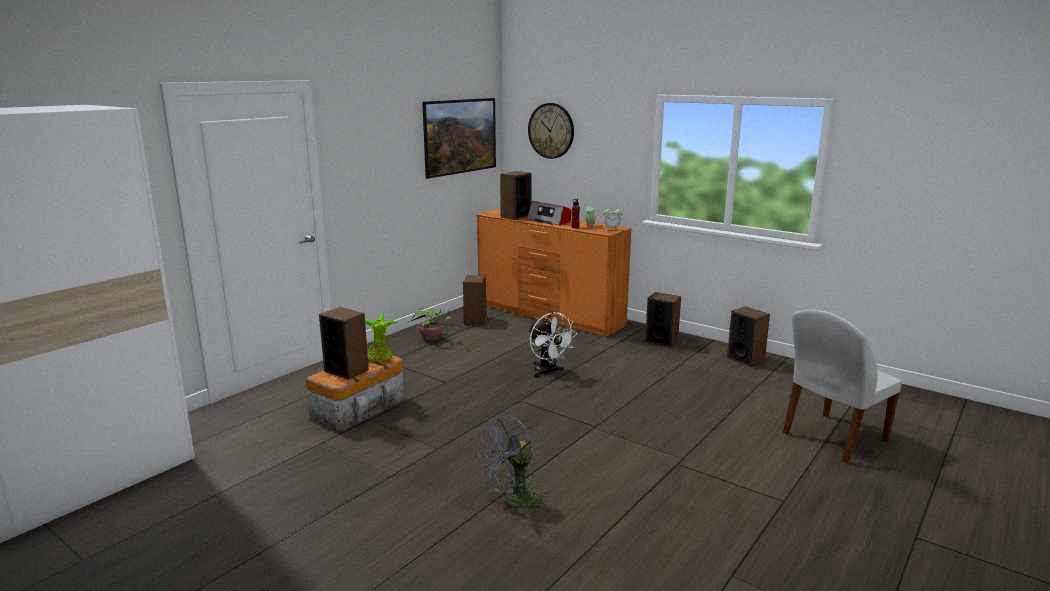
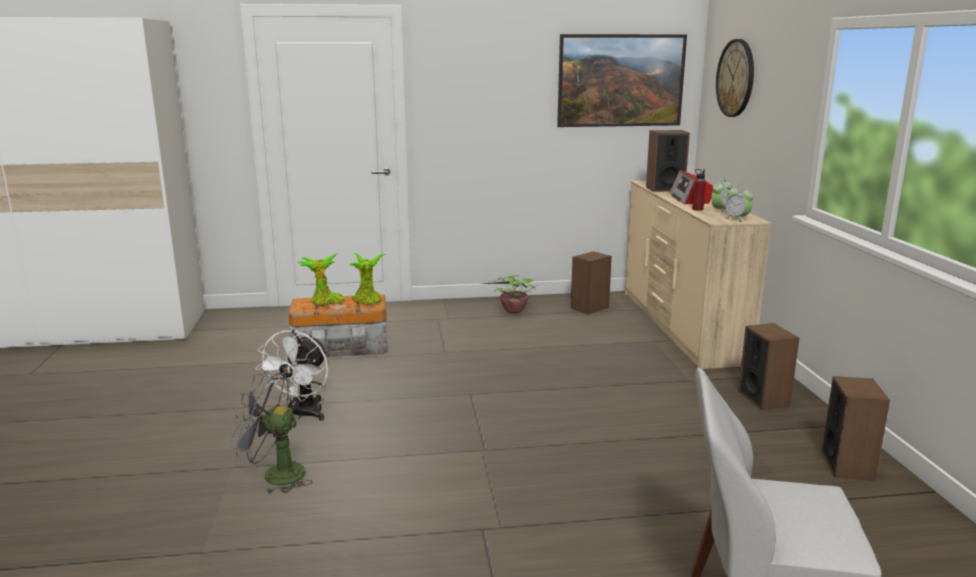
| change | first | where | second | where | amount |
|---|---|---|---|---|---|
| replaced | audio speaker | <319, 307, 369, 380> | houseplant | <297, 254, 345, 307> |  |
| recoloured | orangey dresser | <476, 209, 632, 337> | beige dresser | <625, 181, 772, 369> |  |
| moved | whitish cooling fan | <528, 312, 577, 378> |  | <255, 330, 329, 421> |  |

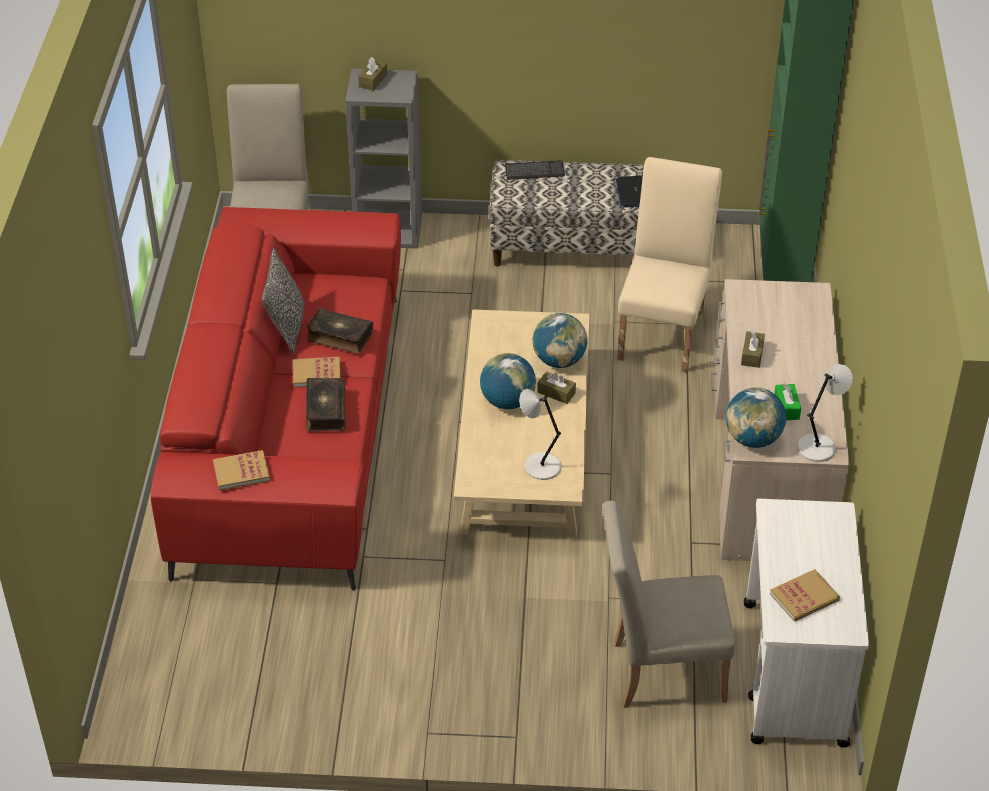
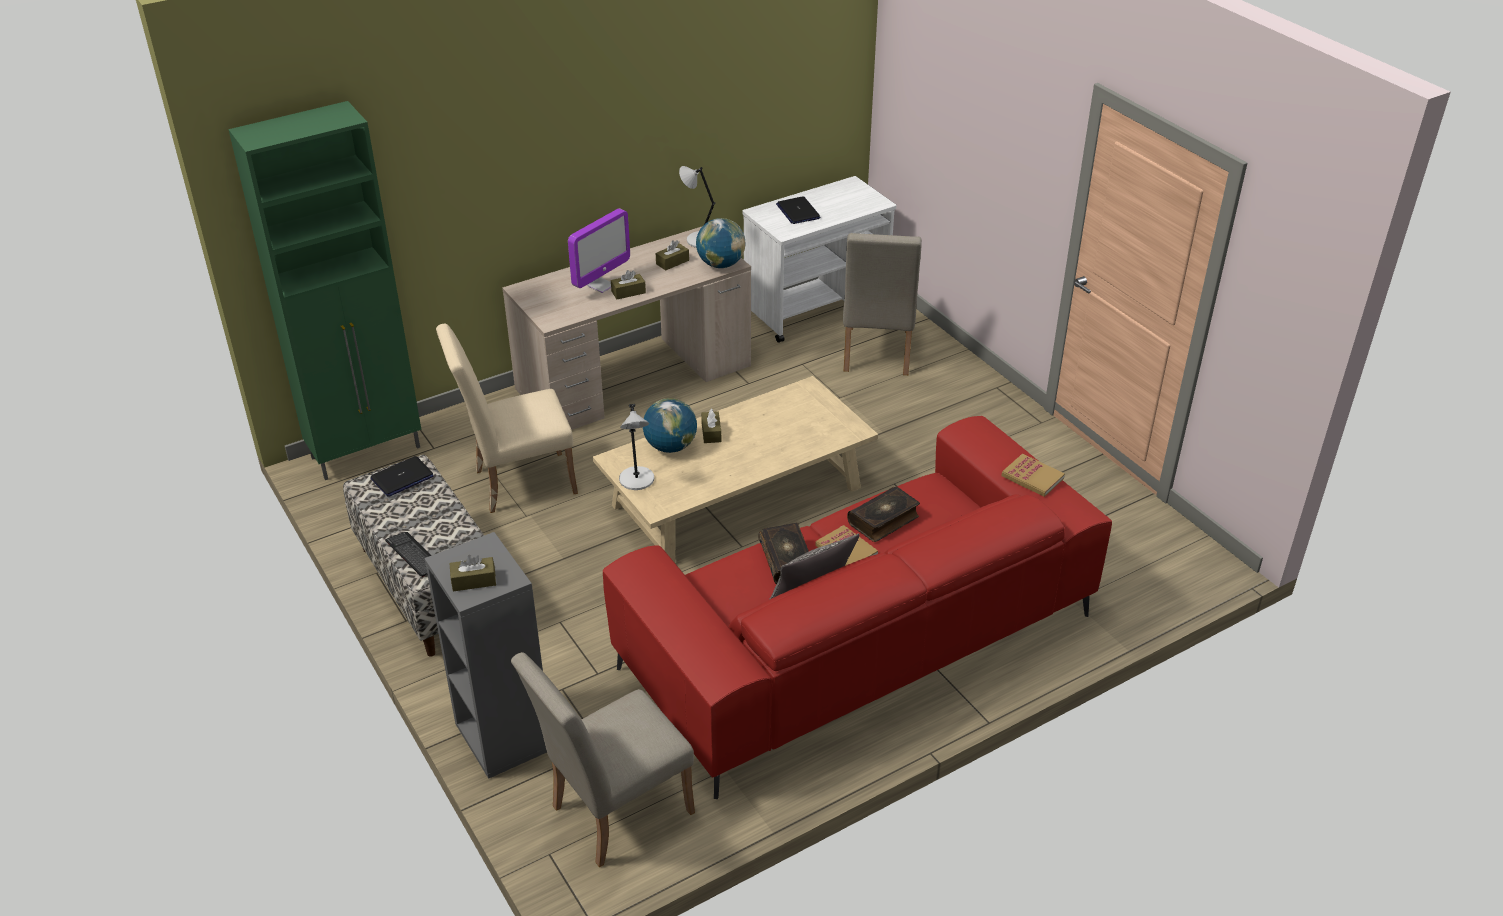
| change | first | where | second | where | amount |
|---|---|---|---|---|---|
| removed | globe | <480, 353, 536, 409> |  |  |  |
| moved | gray table lamp | <519, 389, 561, 480> |  | <619, 404, 654, 490> |  |
| turned | beige plain chair | <602, 501, 735, 708> |  | <843, 233, 922, 375> | 45 degrees clockwise |
| removed | volume | <770, 569, 840, 622> |  |  |  |
| recoloured | green-coloured box of tissues | <774, 383, 801, 420> | brown-coloured box of tissues | <656, 240, 689, 271> |  |
| added |  |  | computer screen | <568, 208, 630, 293> |  |
| added |  |  | notebook computer | <776, 196, 820, 224> |  |

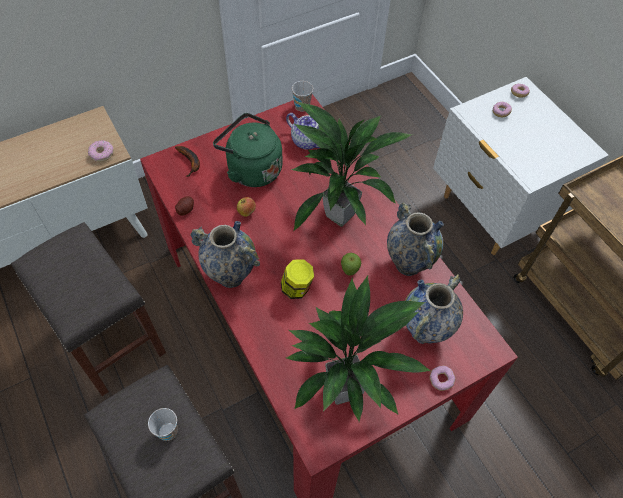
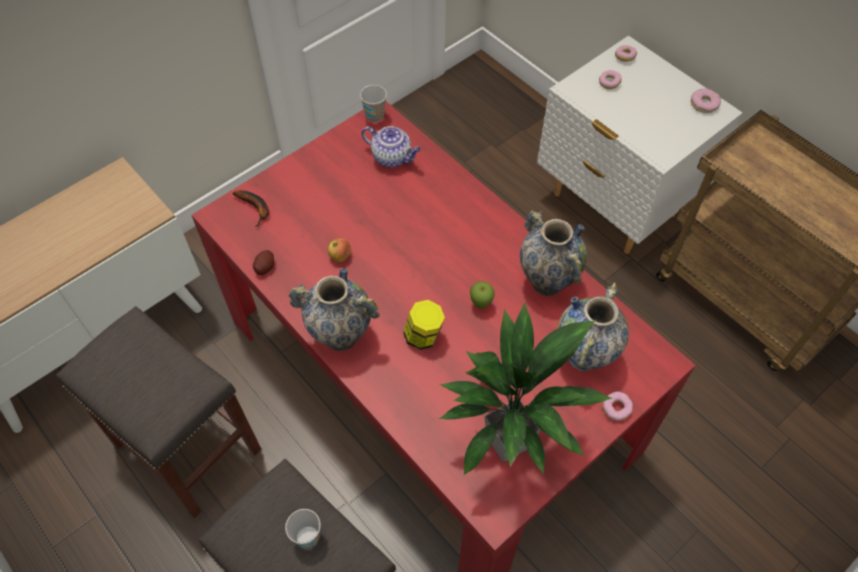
| change | first | where | second | where | amount |
|---|---|---|---|---|---|
| moved | doughnut | <88, 140, 114, 162> |  | <691, 89, 721, 113> |  |
| removed | green-coloured kettle | <213, 113, 283, 187> |  |  |  |
| removed | houseplant | <290, 102, 412, 231> |  |  |  |

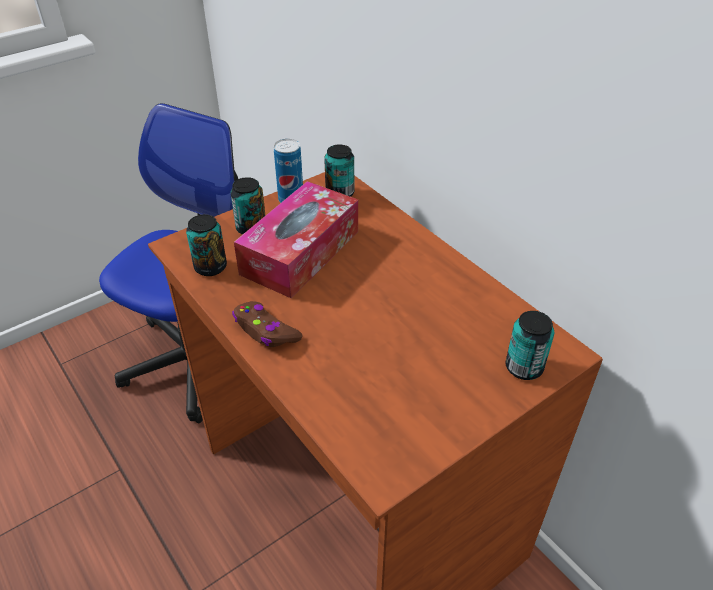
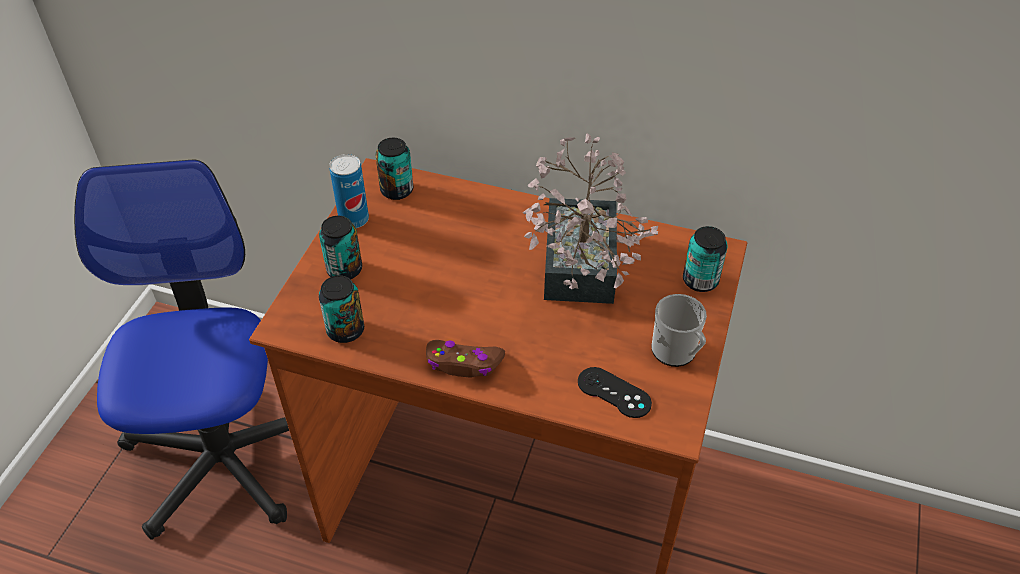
| change | first | where | second | where | amount |
|---|---|---|---|---|---|
| removed | box of tissues | <234, 181, 358, 298> |  |  |  |
| added |  |  | houseplant | <523, 133, 658, 304> |  |
| added |  |  | blackish joypad | <578, 367, 652, 418> |  |
| added |  |  | coffee mug | <651, 294, 707, 367> |  |

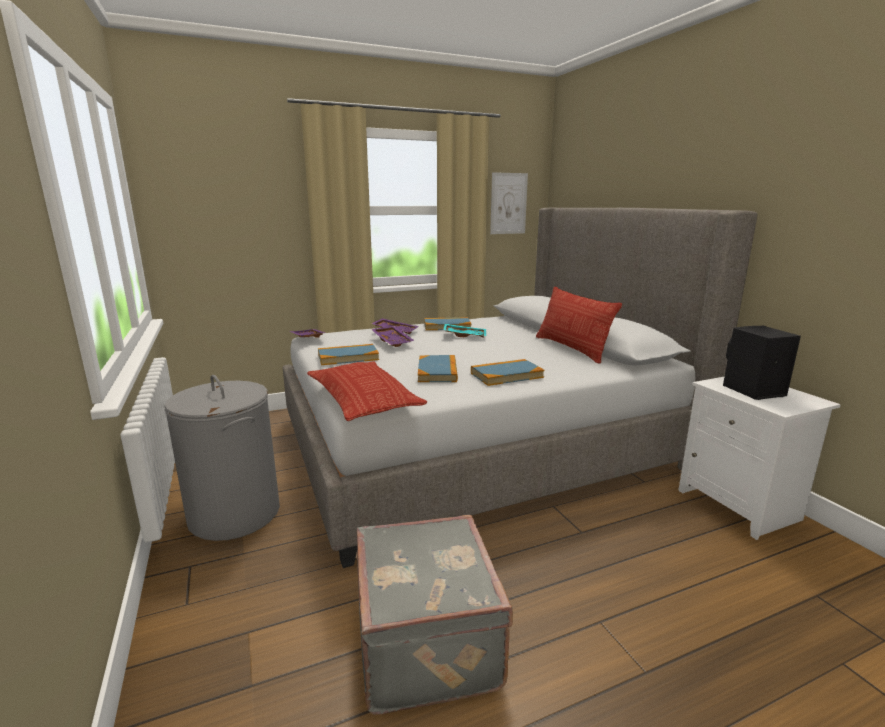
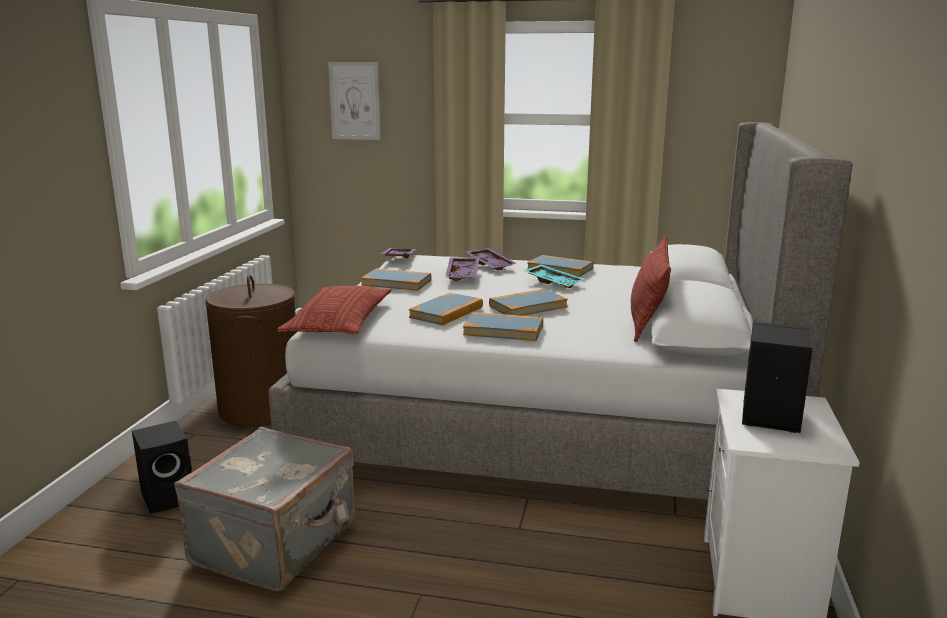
| change | first | where | second | where | amount |
|---|---|---|---|---|---|
| recoloured | gray washing basket | <164, 375, 280, 541> | brown-coloured washing basket | <205, 275, 297, 427> |  |
| moved | picture | <490, 172, 528, 234> |  | <328, 62, 381, 140> |  |
| added |  |  | blackish audio speaker | <132, 421, 192, 514> |  |
| added |  |  | volume | <489, 289, 568, 316> |  |

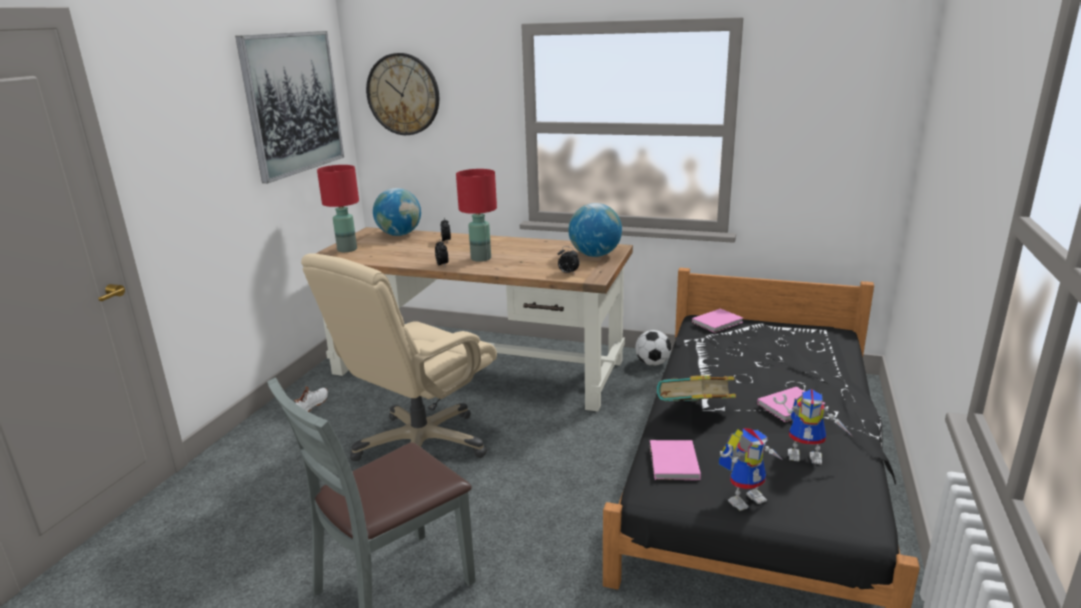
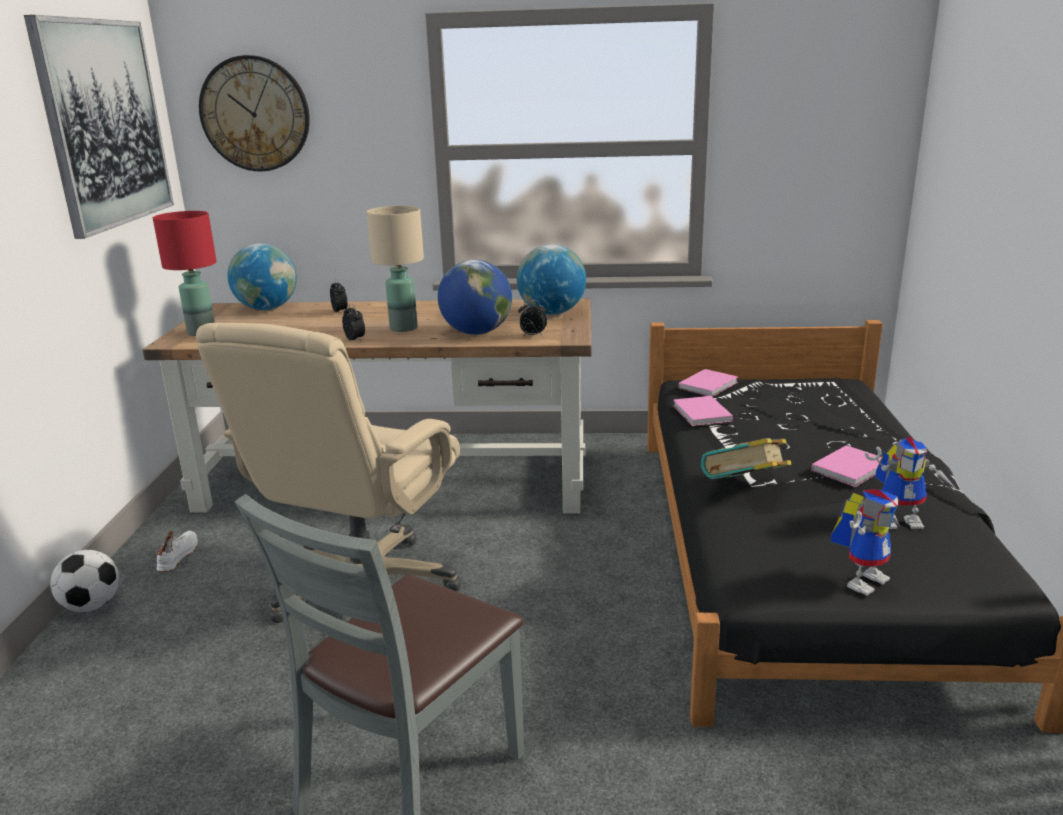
| change | first | where | second | where | amount |
|---|---|---|---|---|---|
| recoloured | red-coloured table lamp | <456, 169, 497, 262> | beige table lamp | <367, 206, 424, 332> |  |
| moved | football | <635, 330, 671, 366> |  | <50, 550, 119, 612> |  |
| moved | pink-coloured volume | <650, 440, 701, 480> |  | <673, 396, 733, 426> |  |
| added |  |  | globe | <438, 260, 512, 335> |  |

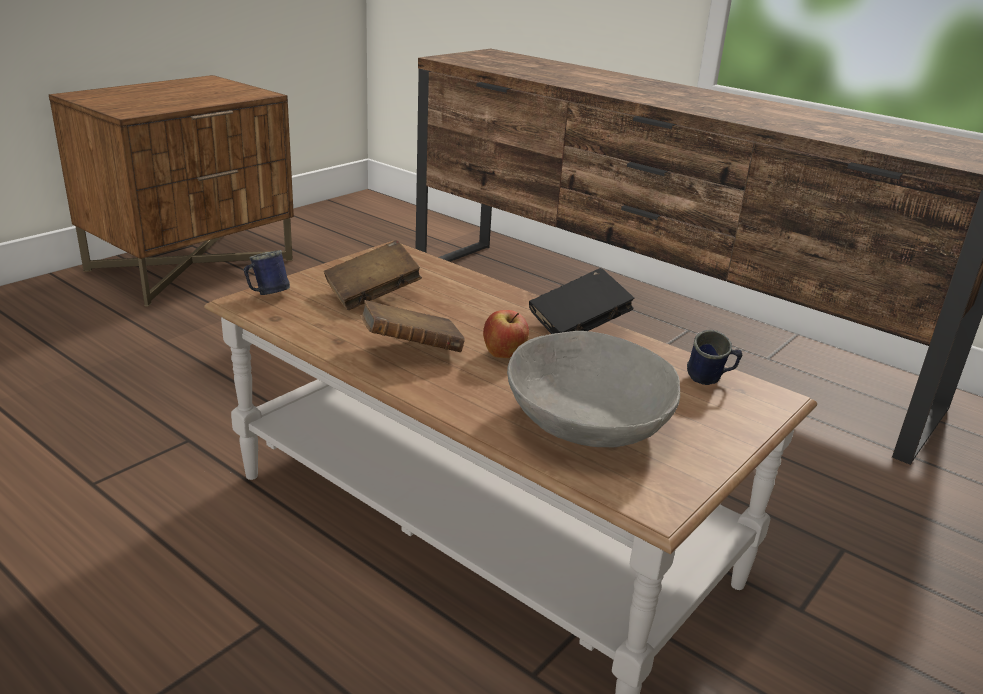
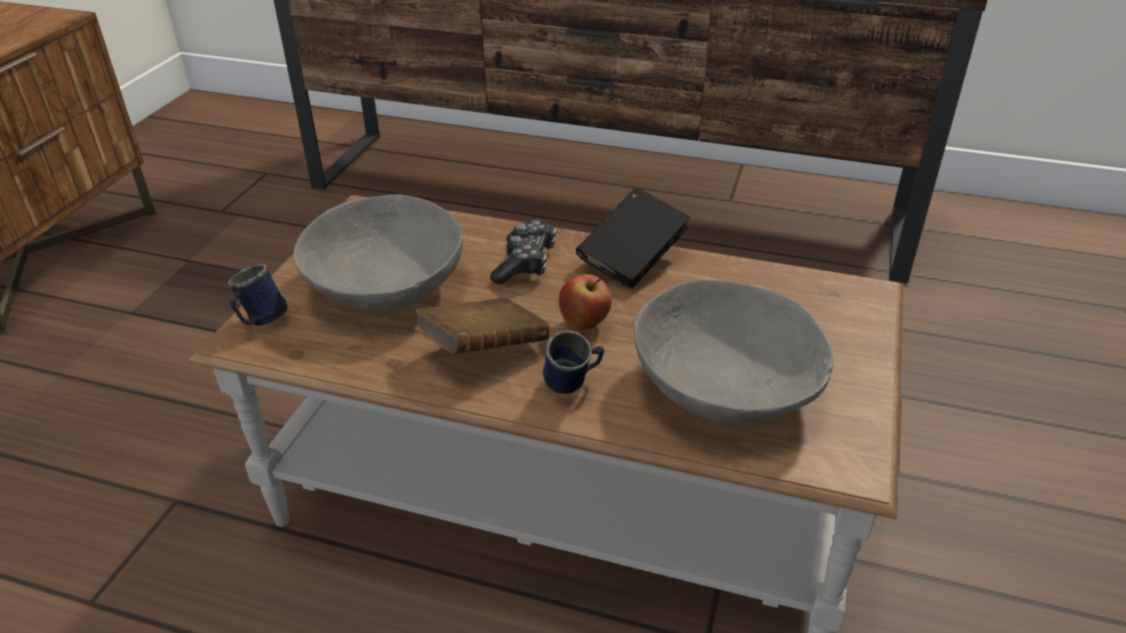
| change | first | where | second | where | amount |
|---|---|---|---|---|---|
| replaced | brown-coloured volume | <324, 240, 422, 310> | gray serving bowl | <293, 194, 463, 311> |  |
| moved | bluish coffee mug | <687, 330, 742, 385> |  | <543, 330, 604, 394> |  |
| added |  |  | joypad | <490, 219, 556, 284> |  |

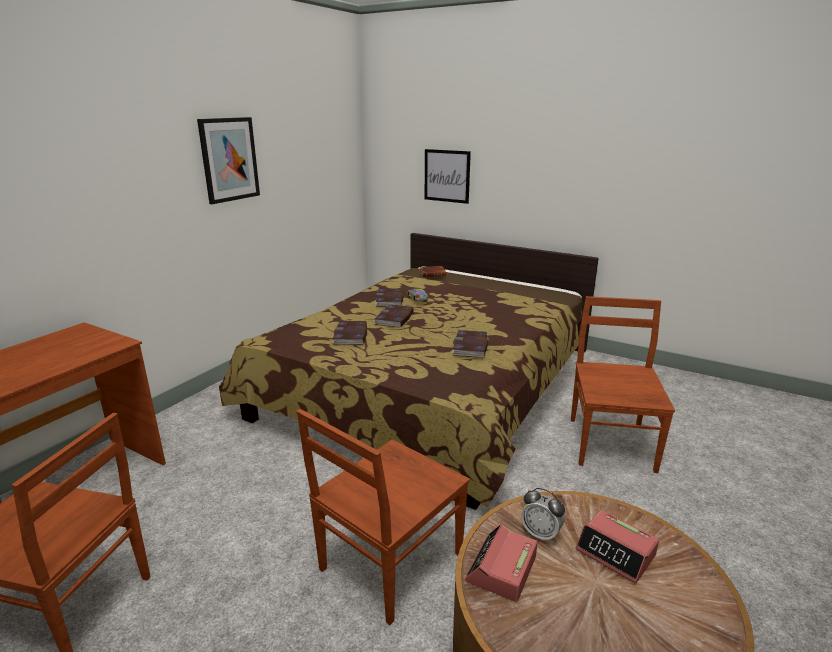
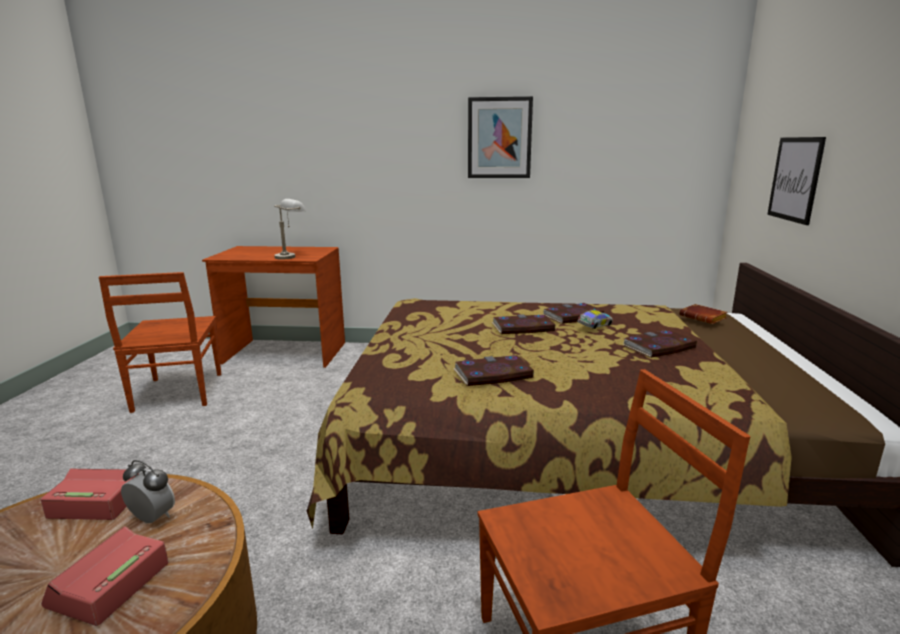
| change | first | where | second | where | amount |
|---|---|---|---|---|---|
| removed | brown-coloured plain chair | <297, 409, 470, 625> |  |  |  |
| moved | volume | <333, 321, 367, 345> |  | <623, 330, 697, 358> |  |
| turned | alarm clock | <521, 488, 565, 543> |  | <121, 460, 175, 523> | 105 degrees clockwise |
| added |  |  | gray table lamp | <274, 199, 306, 260> |  |

